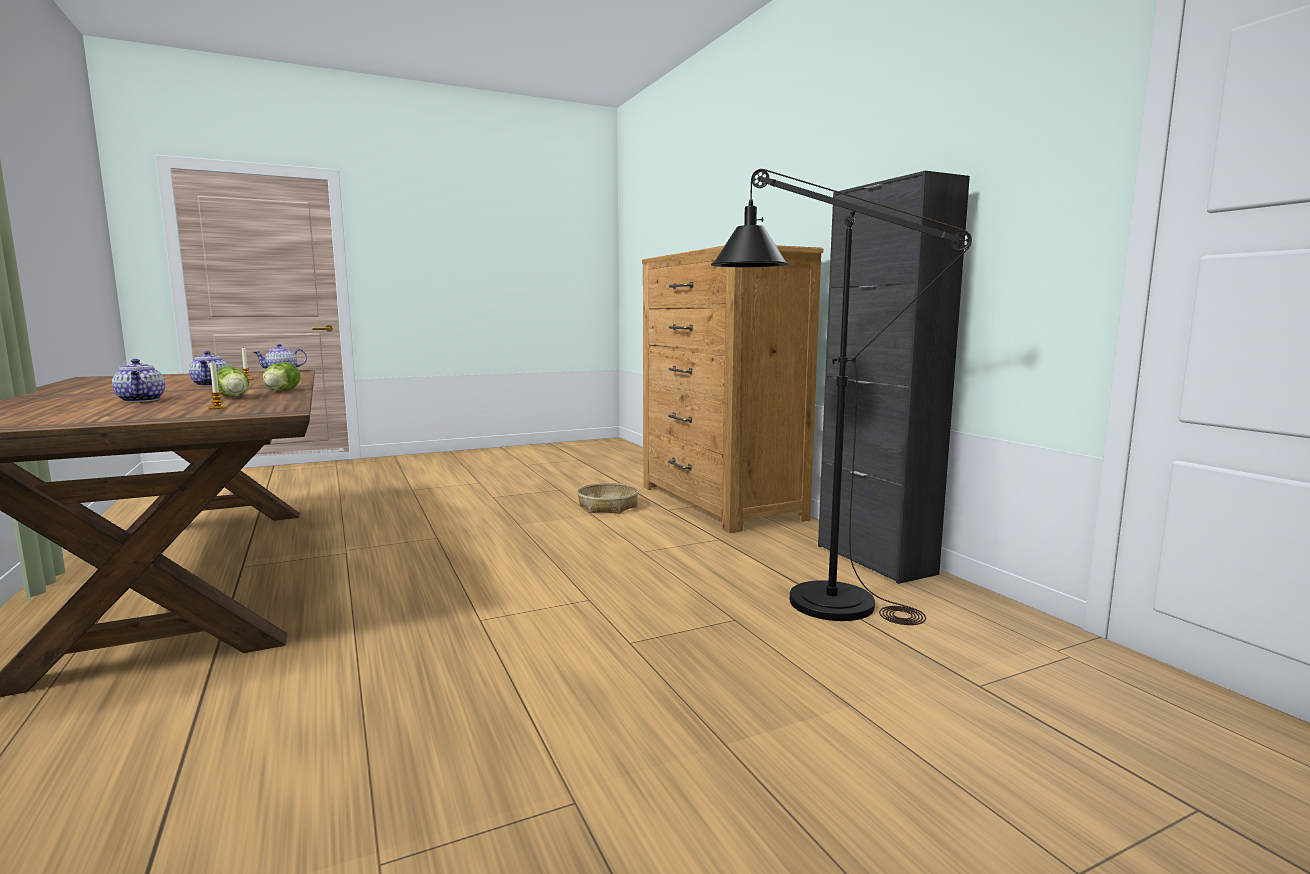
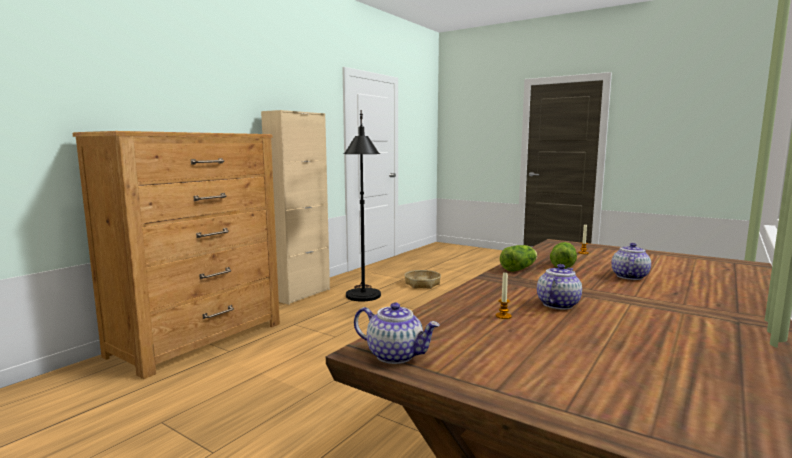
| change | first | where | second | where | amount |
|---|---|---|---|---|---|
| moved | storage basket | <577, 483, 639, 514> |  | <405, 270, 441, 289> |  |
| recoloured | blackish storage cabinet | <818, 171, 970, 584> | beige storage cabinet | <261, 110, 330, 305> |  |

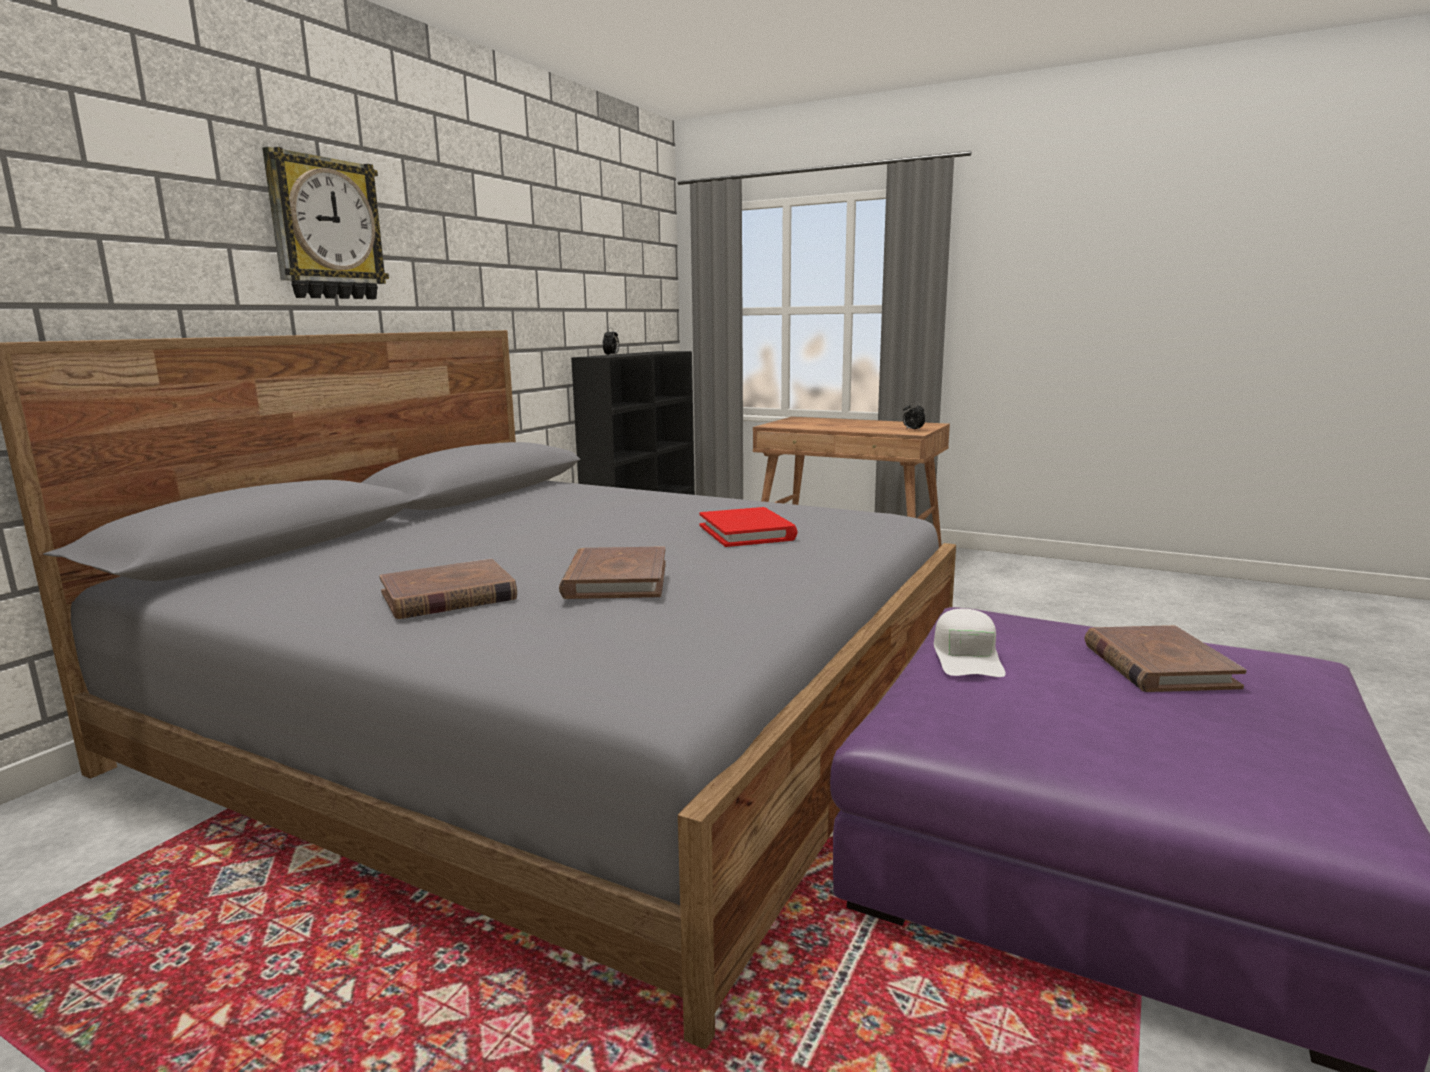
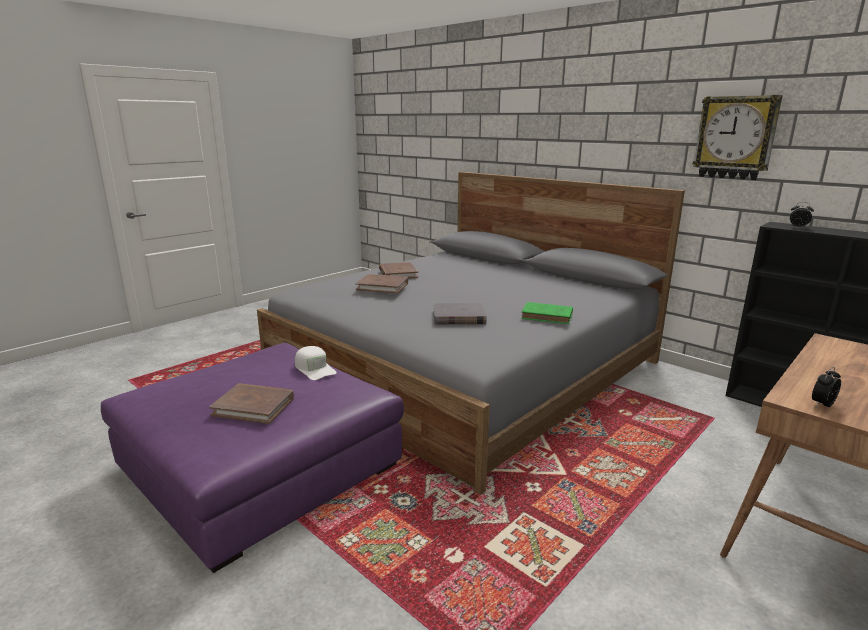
| change | first | where | second | where | amount |
|---|---|---|---|---|---|
| moved | clock on the wall | <262, 147, 389, 299> |  | <693, 95, 783, 180> |  |
| recoloured | red-coloured volume | <699, 507, 798, 547> | gray volume | <433, 303, 487, 325> |  |
| turned | whitish cap | <934, 609, 1006, 677> |  | <295, 346, 337, 380> | 150 degrees counterclockwise |
| added |  |  | green-coloured volume | <521, 302, 573, 324> |  |

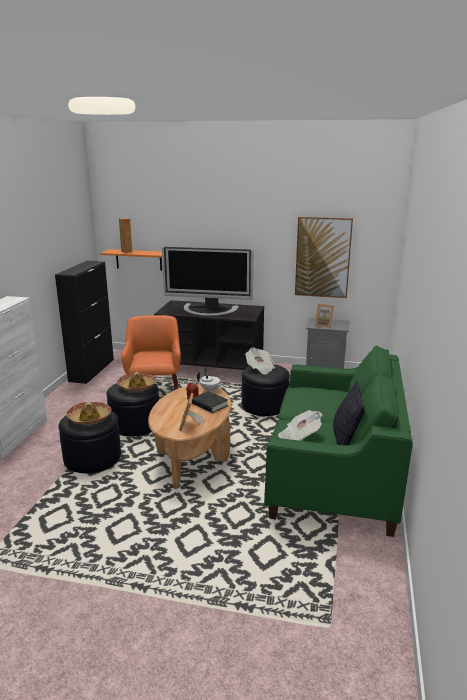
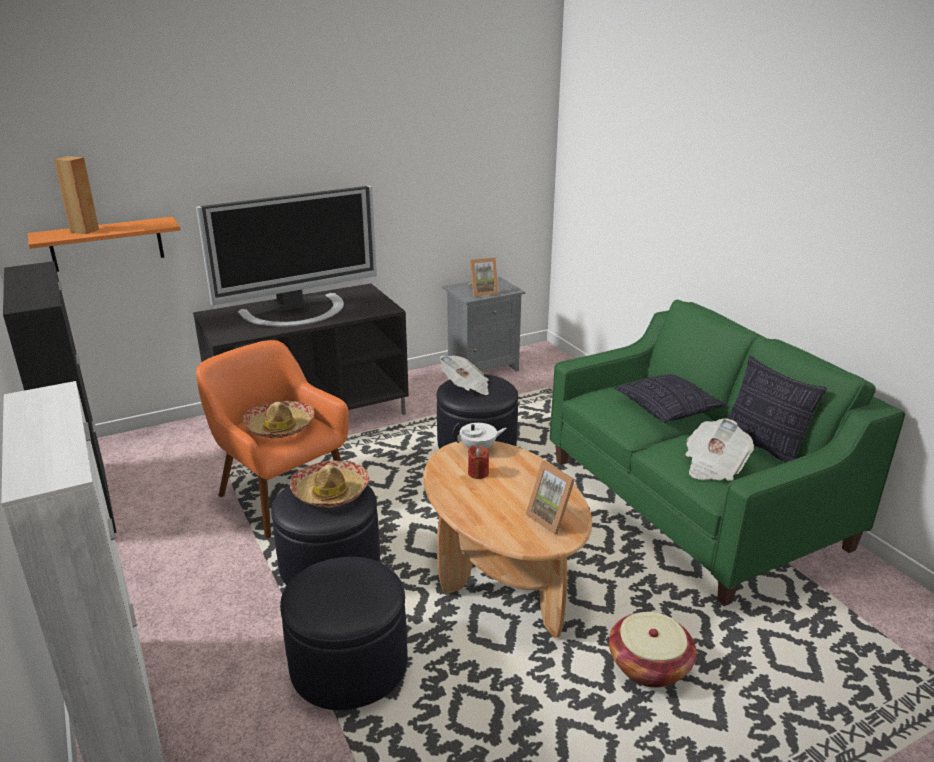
| change | first | where | second | where | amount |
|---|---|---|---|---|---|
| moved | hat | <66, 402, 111, 425> |  | <243, 401, 315, 438> |  |
| removed | blackish volume | <192, 391, 228, 413> |  |  |  |
| removed | picture | <295, 217, 353, 298> |  |  |  |
| added |  |  | storage basket | <609, 612, 696, 688> |  |
| added |  |  | pillow | <614, 374, 727, 423> |  |

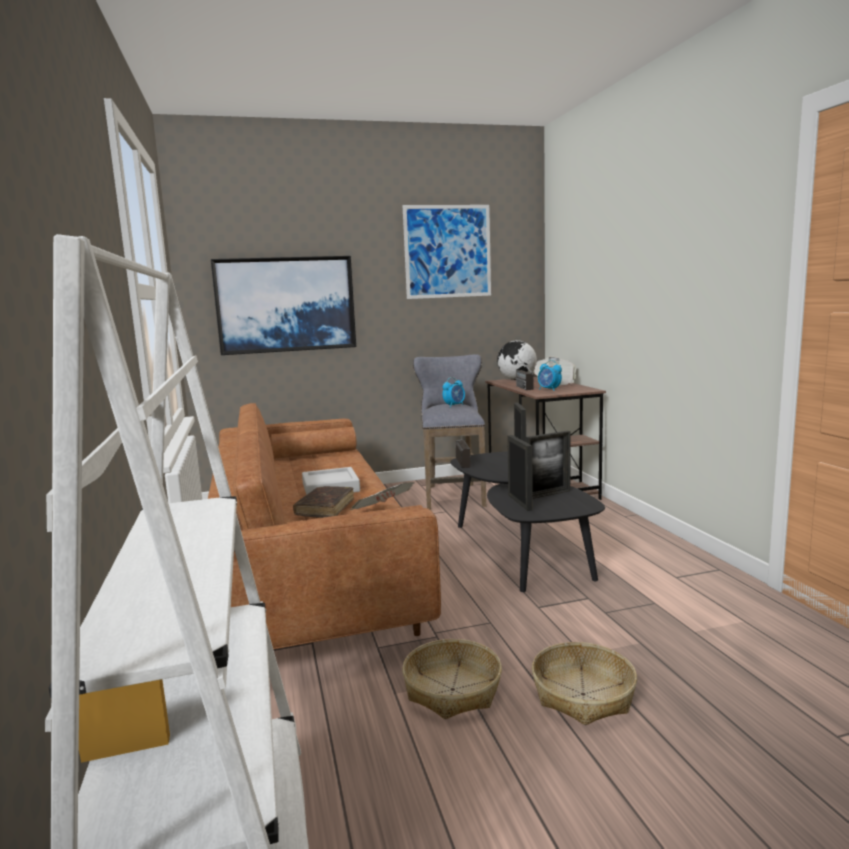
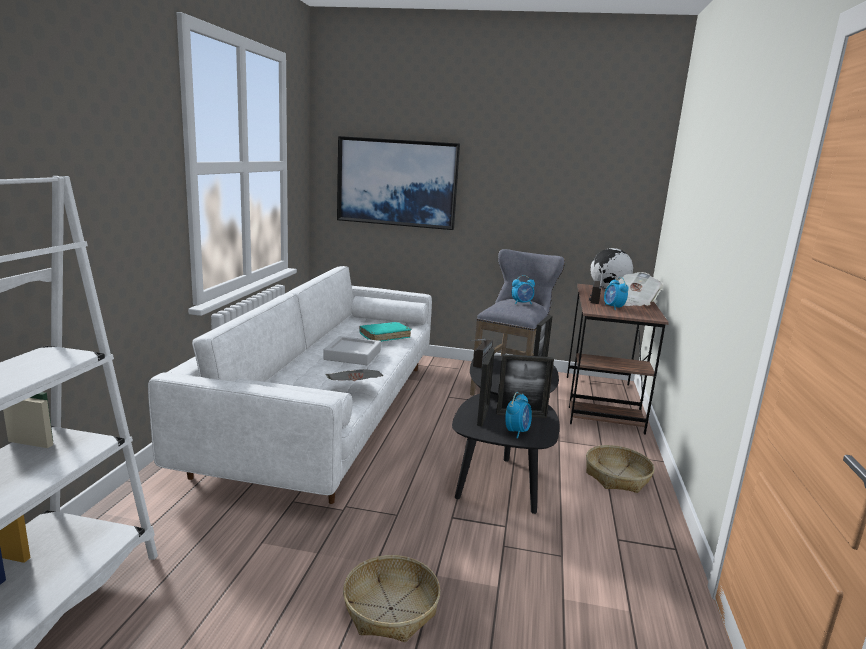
| change | first | where | second | where | amount |
|---|---|---|---|---|---|
| recoloured | brown-coloured settee | <208, 403, 441, 649> | whitish settee | <148, 266, 432, 504> |  |
| removed | brown-coloured volume | <293, 486, 354, 518> |  |  |  |
| moved | storage basket | <402, 639, 502, 719> |  | <586, 445, 655, 493> |  |
| removed | picture | <403, 205, 491, 299> |  |  |  |
| added |  |  | blue-green volume | <359, 322, 411, 342> |  |
| added |  |  | alarm clock | <505, 392, 532, 439> |  |

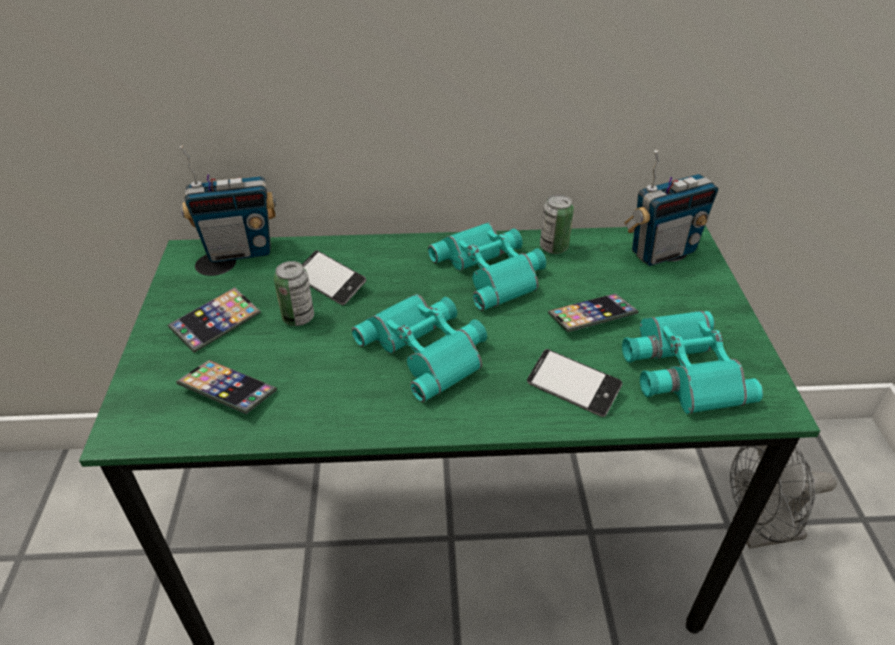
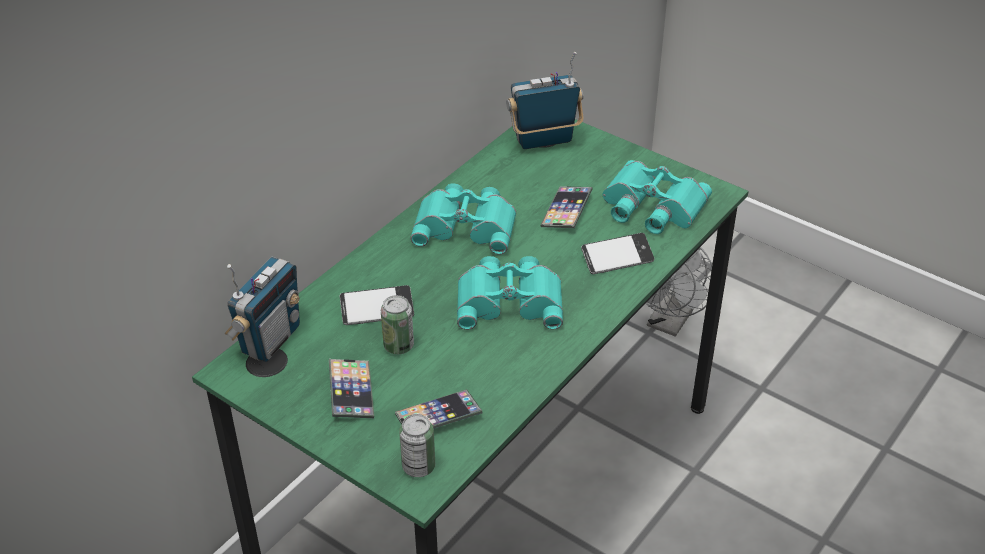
| change | first | where | second | where | amount |
|---|---|---|---|---|---|
| moved | sealed can | <540, 194, 574, 254> |  | <399, 414, 435, 477> |  |
| turned | radio | <624, 150, 718, 266> |  | <506, 52, 583, 149> | 120 degrees counterclockwise |

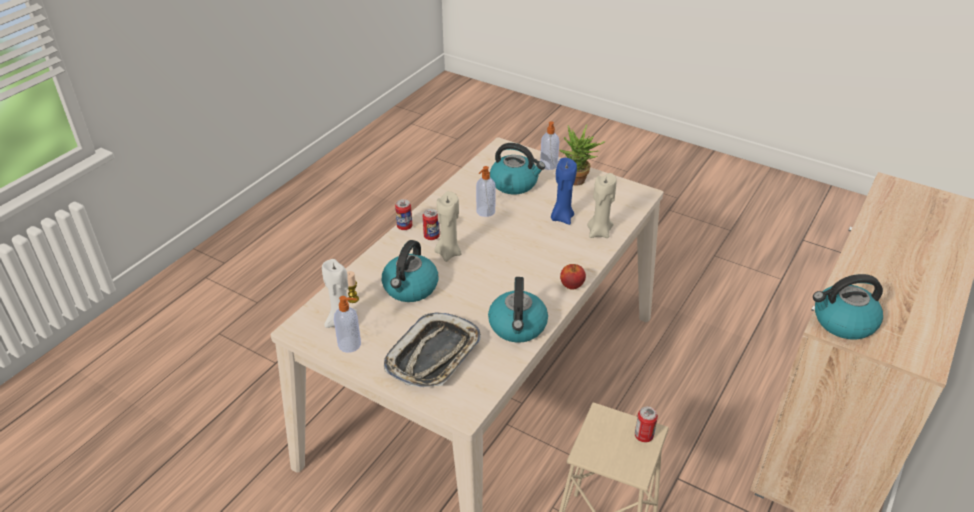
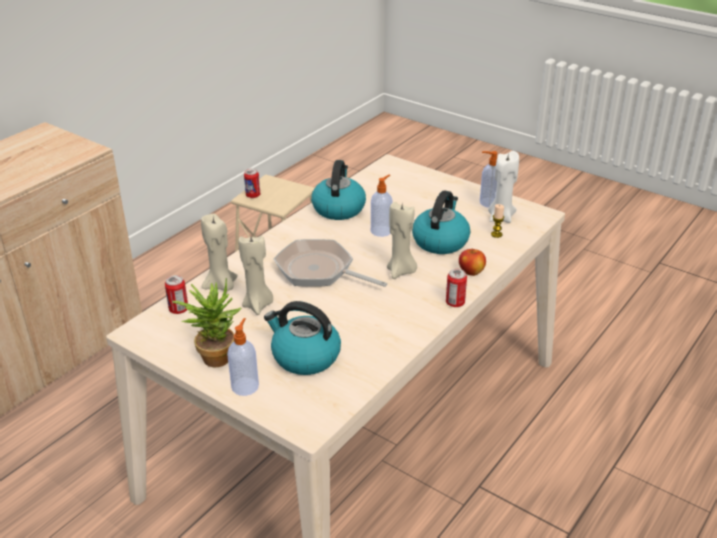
| change | first | where | second | where | amount |
|---|---|---|---|---|---|
| removed | tray | <384, 312, 481, 388> |  |  |  |
| moved | sealed can | <423, 209, 440, 240> |  | <165, 275, 188, 314> |  |
| moved | soap bottle | <476, 166, 496, 217> |  | <371, 175, 393, 237> |  |
| recoloured | bluish candle | <551, 158, 577, 225> | beige candle | <238, 235, 273, 315> |  |
| moved | apple | <560, 264, 586, 290> |  | <459, 249, 486, 276> |  |
| removed | kettle | <813, 274, 883, 340> |  |  |  |
| added |  |  | pan | <274, 239, 387, 287> |  |

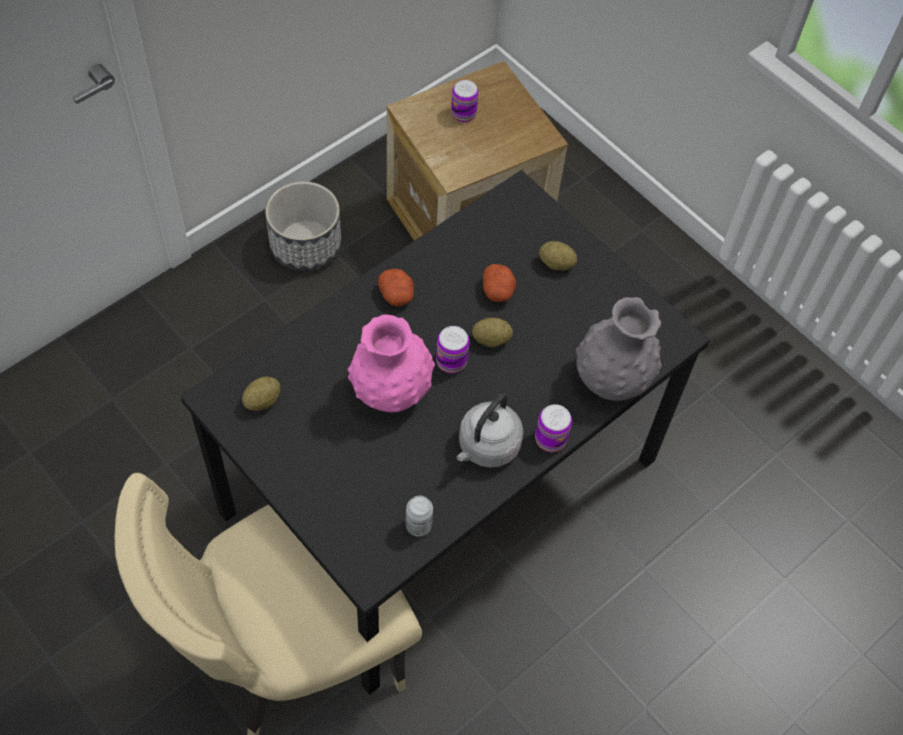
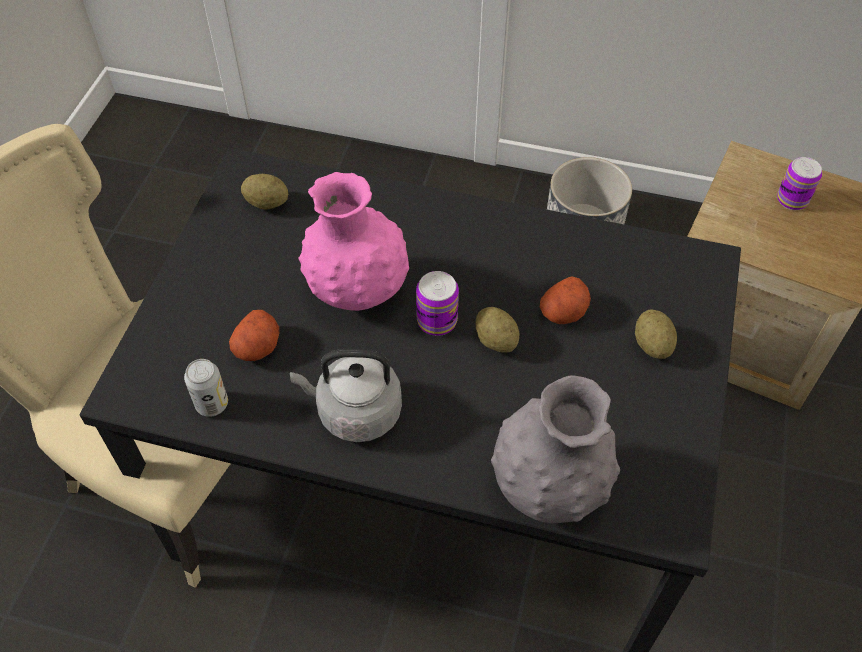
| change | first | where | second | where | amount |
|---|---|---|---|---|---|
| moved | potato | <378, 269, 414, 306> |  | <229, 310, 279, 361> |  |
| removed | sealed can | <535, 404, 572, 452> |  |  |  |

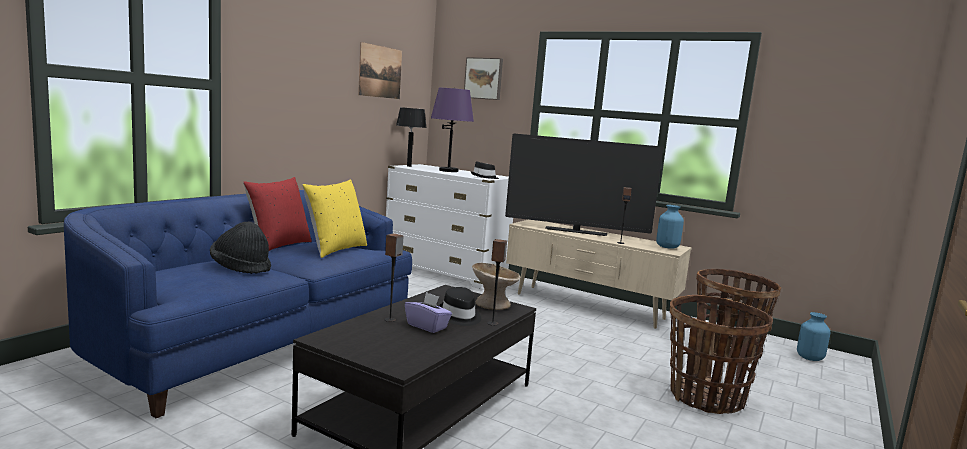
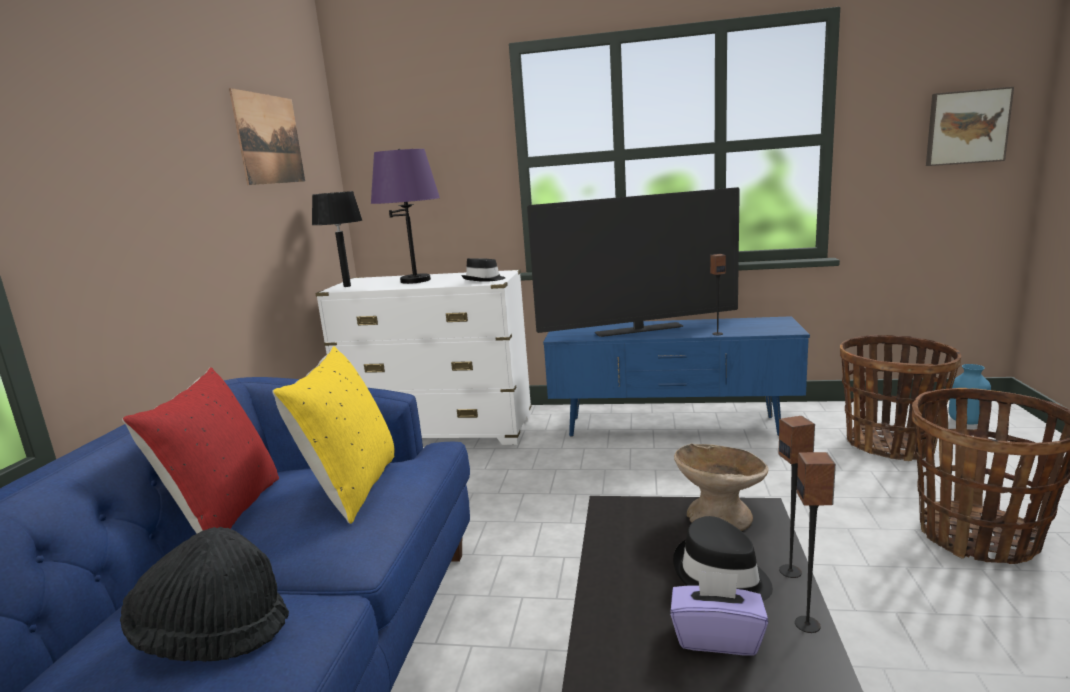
| change | first | where | second | where | amount |
|---|---|---|---|---|---|
| moved | audio speaker | <385, 233, 404, 322> |  | <795, 452, 836, 633> |  |
| moved | picture | <464, 57, 503, 100> |  | <926, 87, 1014, 166> |  |
| recoloured | beige tv stand | <506, 220, 692, 329> | bluish tv stand | <543, 316, 810, 437> |  |
| removed | bluish vase | <656, 205, 684, 249> |  |  |  |

